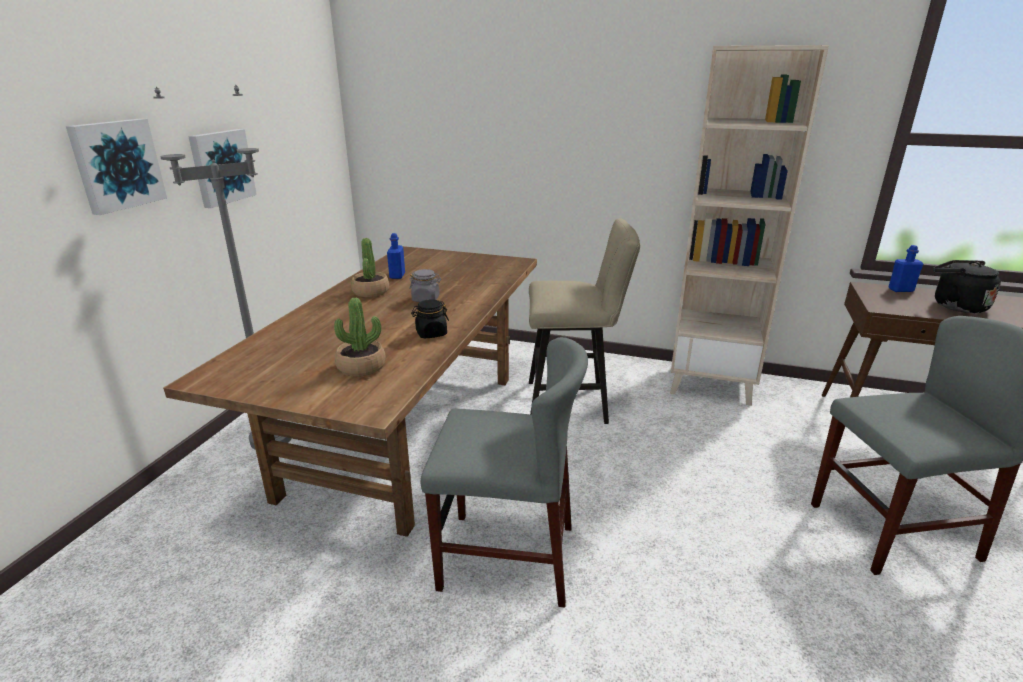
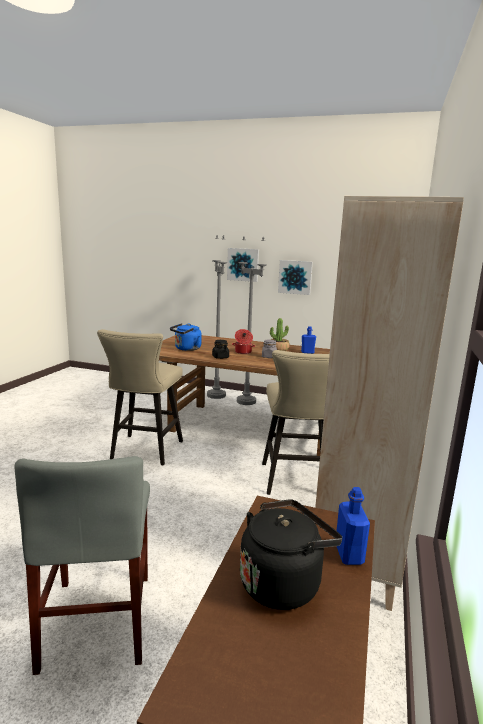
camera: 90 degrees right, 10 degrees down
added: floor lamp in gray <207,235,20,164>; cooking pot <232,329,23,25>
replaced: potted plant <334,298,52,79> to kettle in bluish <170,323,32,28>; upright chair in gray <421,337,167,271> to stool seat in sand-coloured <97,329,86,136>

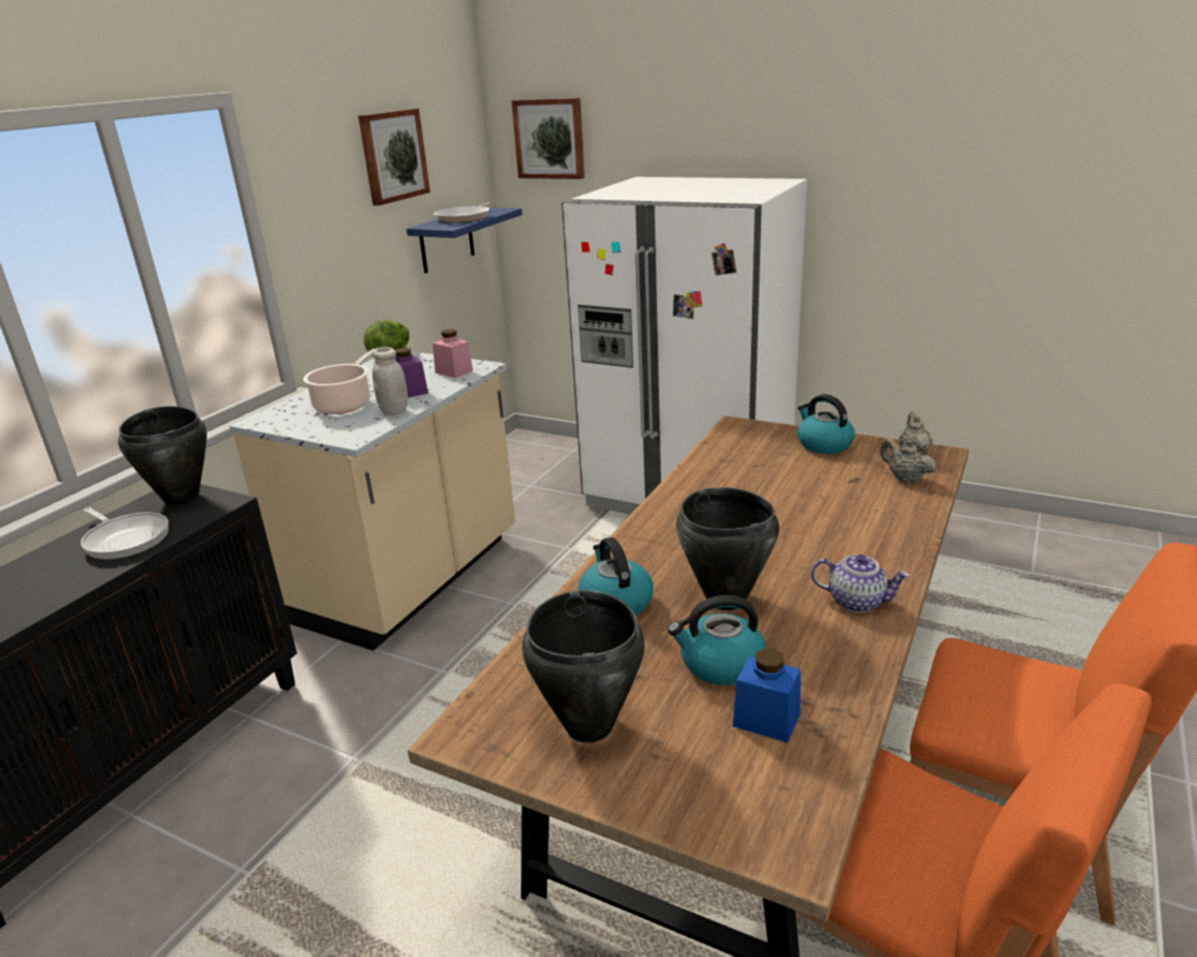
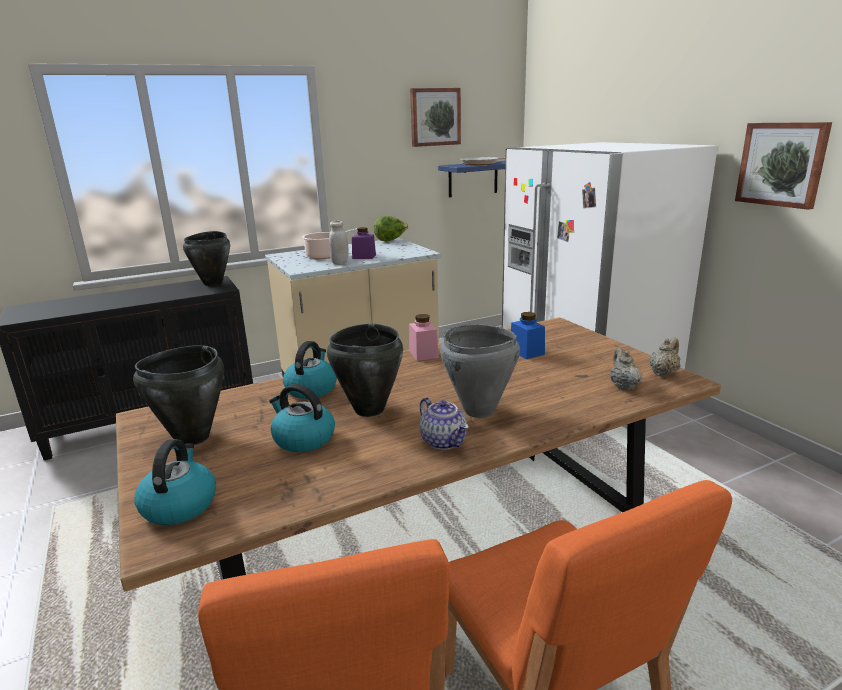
camera: 35 degrees right, 5 degrees down
removed: frying pan <81,508,88,52>
added: cooking pot in gray <440,324,80,94>
moved: wall picture <512,98,73,81> to <735,122,97,88>; storage jar in pink-coloured <433,329,40,49> to <409,314,30,47>; kettle <798,394,57,60> to <134,439,82,86>; storage jar in bluish <733,649,68,94> to <511,312,34,47>

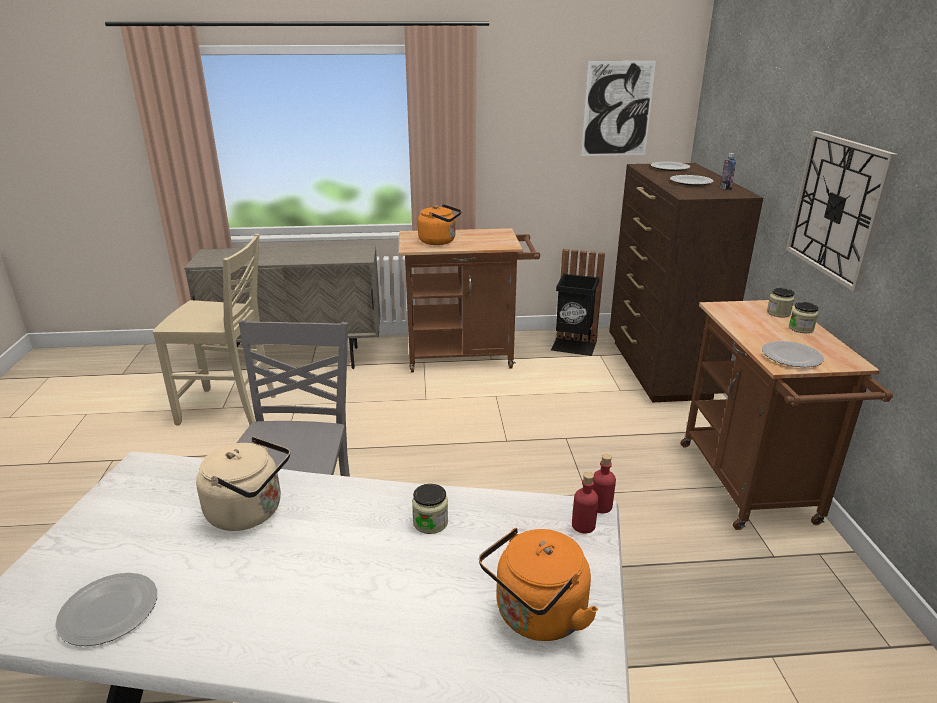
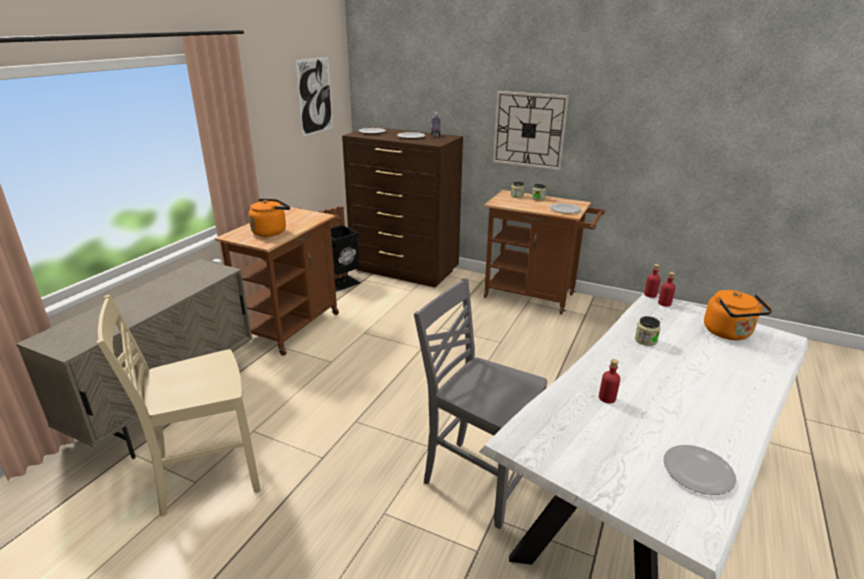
camera: 60 degrees left, 0 degrees up
replaced: kettle in sand-coloured <196,437,94,94> to drink bottle in red <599,359,21,44>
turned: upright chair in sand-coloured <153,234,123,191> = <97,295,164,222> 150 degrees counterclockwise

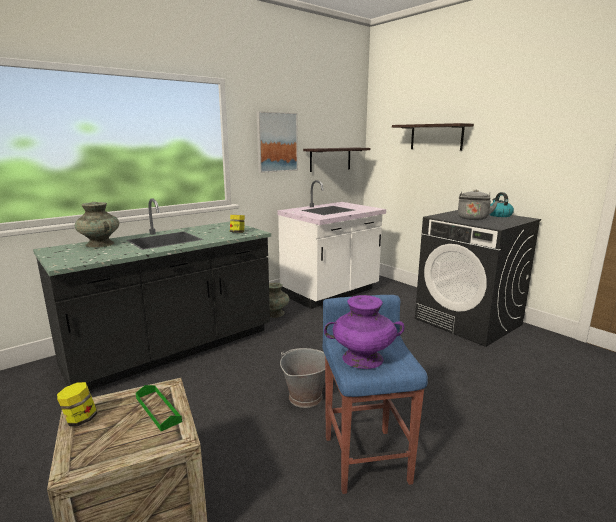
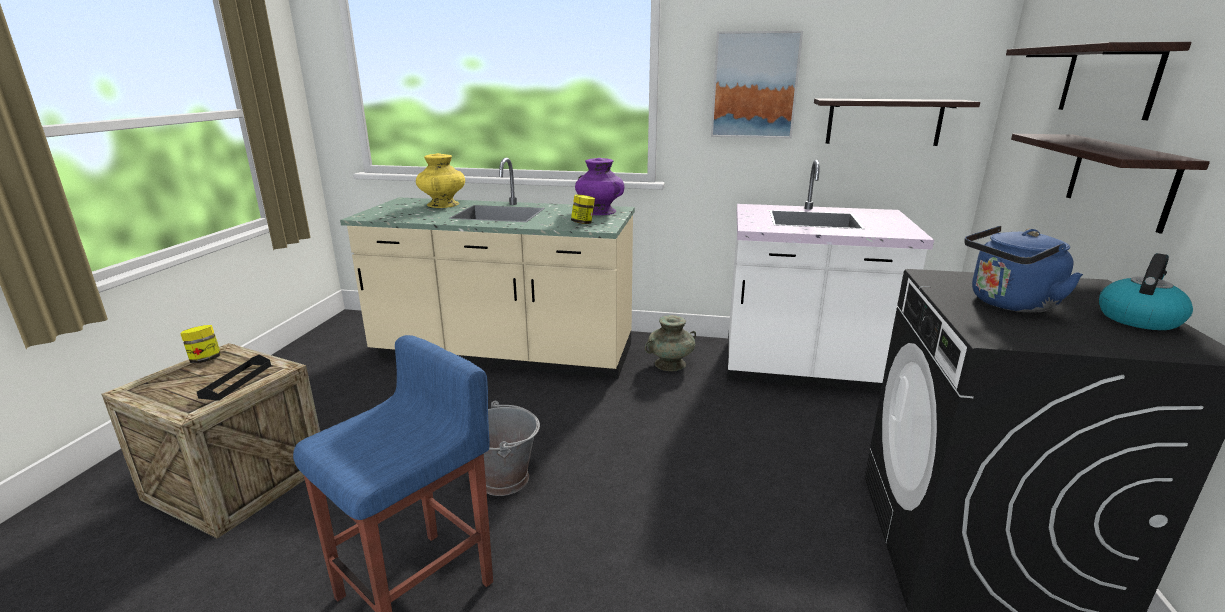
camera: 50 degrees right, 5 degrees up
added: wall shelf <1011,134,199,99>
moved: flower vase in purplish <324,295,80,74> to <575,158,49,57>
recoloured: kettle in gray <458,190,40,30> to kettle in bluish <964,226,119,87>; kitchen counter in black <33,198,238,192> to kitchen counter in sand-coloured <340,158,295,221>; flower vase in turquoise <75,202,44,46> to flower vase in yellowish <416,153,49,55>; carrying tray in green-coloured <136,385,46,46> to carrying tray in black <197,355,74,46>

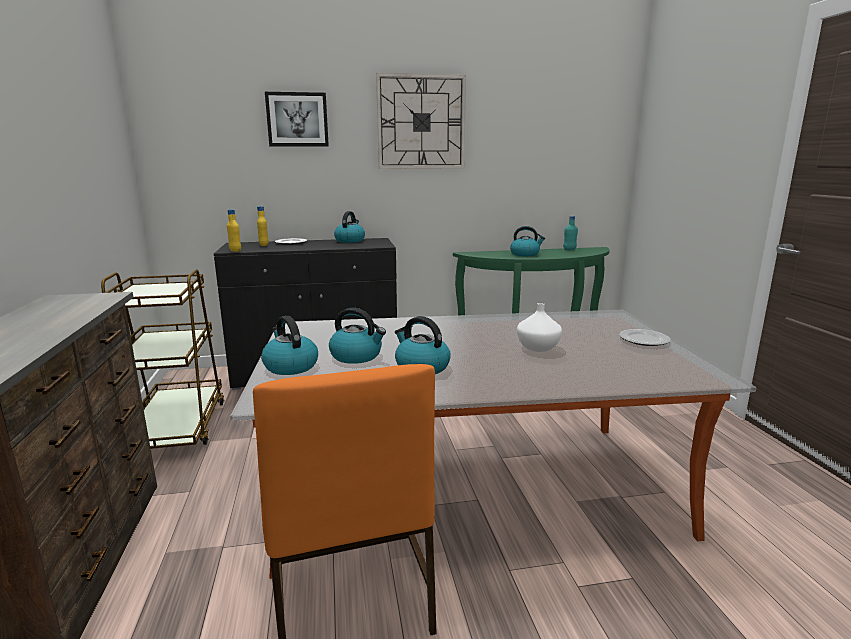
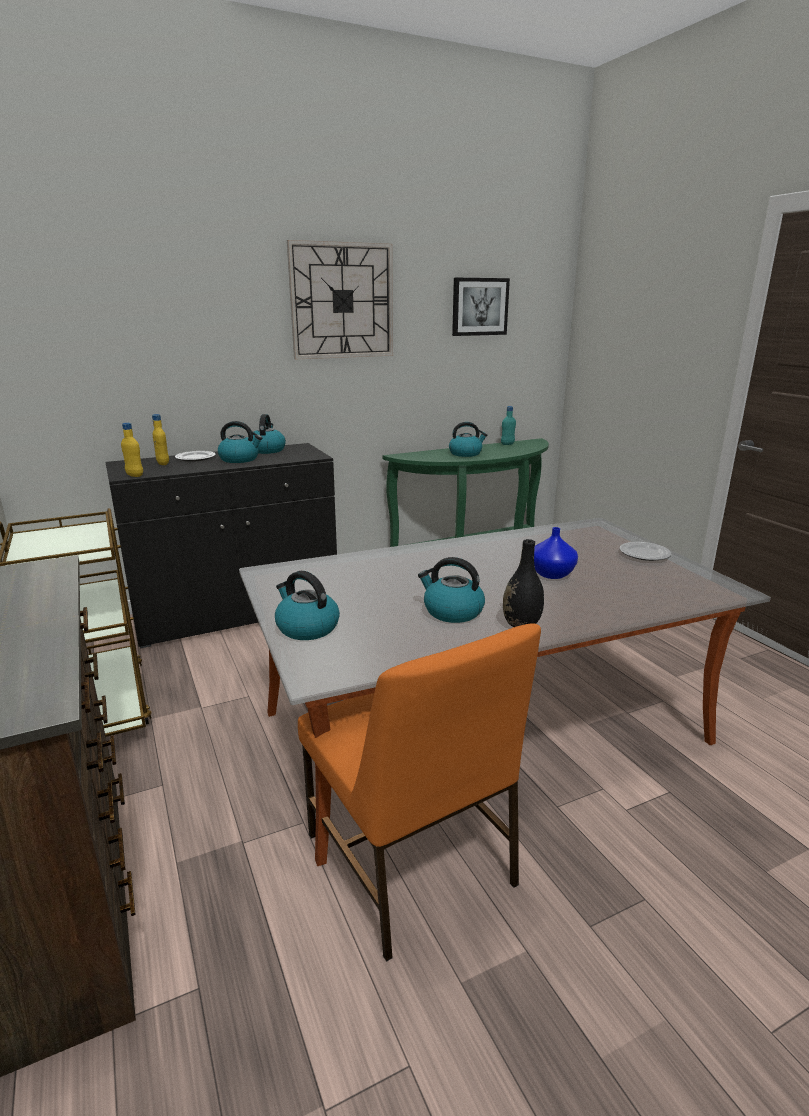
camera: 15 degrees left, 5 degrees up
added: flower vase in black <503,539,41,88>
moved: wall picture <265,92,64,55> to <452,278,58,58>; kettle <329,308,57,56> to <218,421,44,42>
recoloured: flower vase in whitish <517,303,45,49> to flower vase in bluish <534,527,44,52>

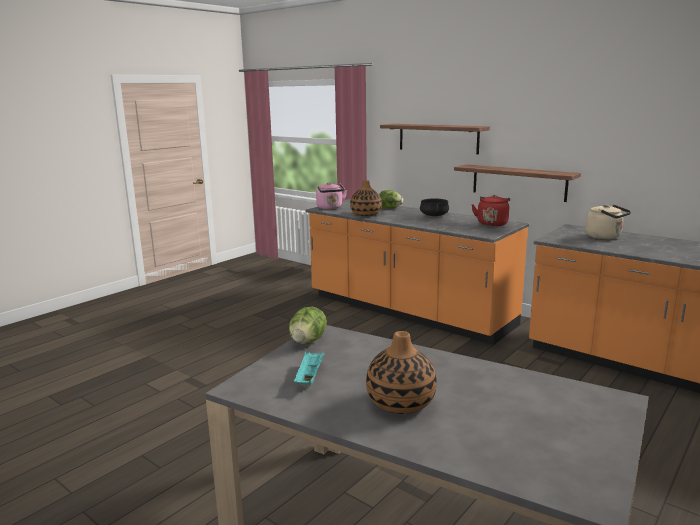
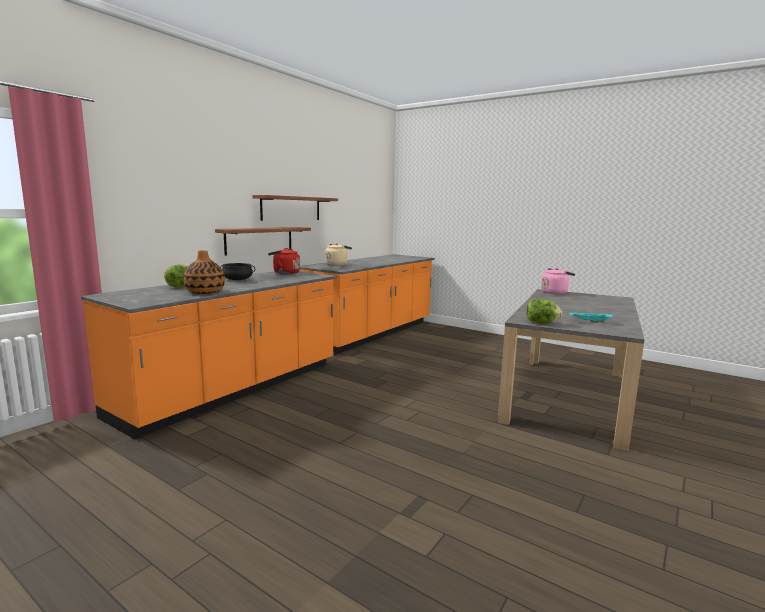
camera: 95 degrees left, 5 degrees down
removed: flower vase <366,331,71,83>
moved: wall shelf <380,124,110,30> to <253,195,85,26>; kettle in pink-coloured <316,182,31,27> to <541,268,34,26>

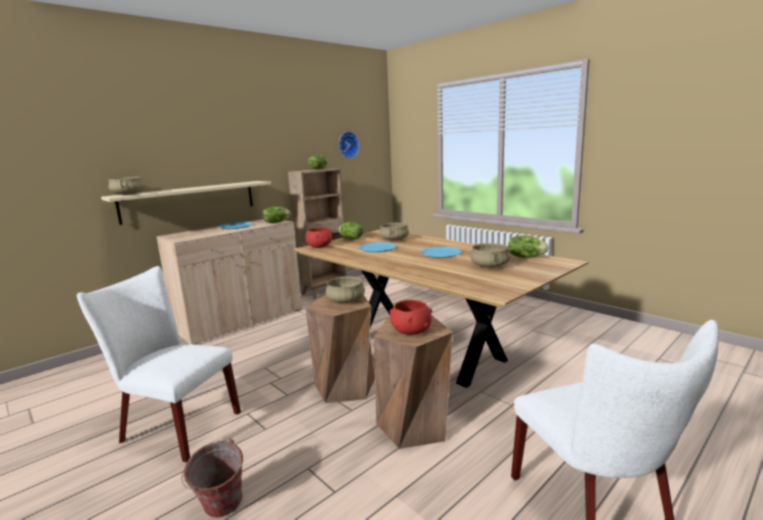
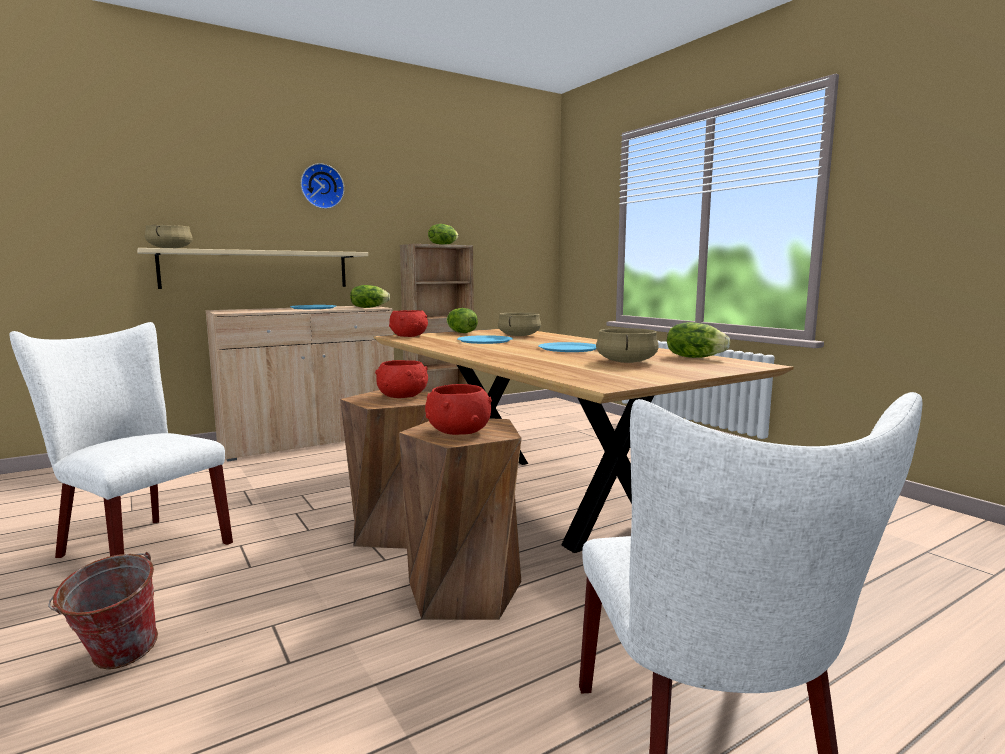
camera: 10 degrees right, 5 degrees down
moved: wall clock <339,132,20,27> to <301,163,43,46>
replaced: cooking pot in sand-coloured <326,276,39,27> to bowl in red <375,360,53,38>

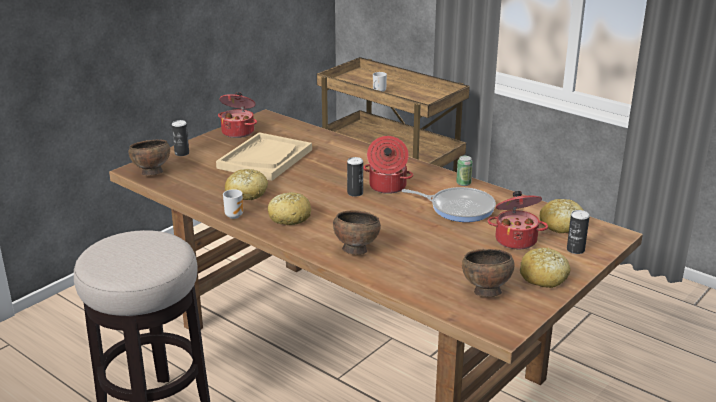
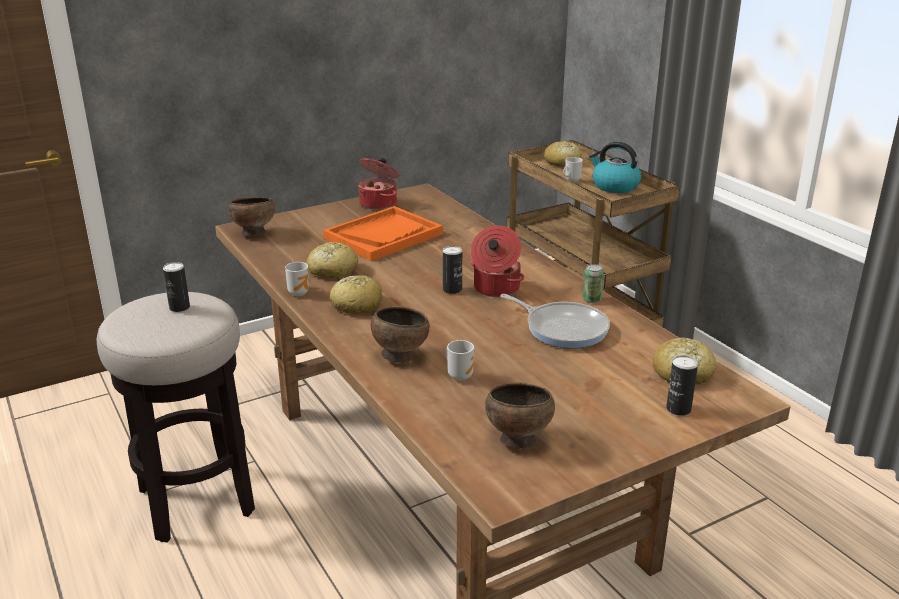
camera: 20 degrees right, 0 degrees up
removed: cooking pot <488,191,60,58>
added: kettle <589,142,52,51>; mug <446,340,28,41>
moved: sealed can <172,120,17,36> to <163,262,27,50>; bread <520,248,51,40> to <544,141,38,26>
recoloured: carrying tray in sand-coloured <216,132,96,49> to carrying tray in orange <323,206,120,55>

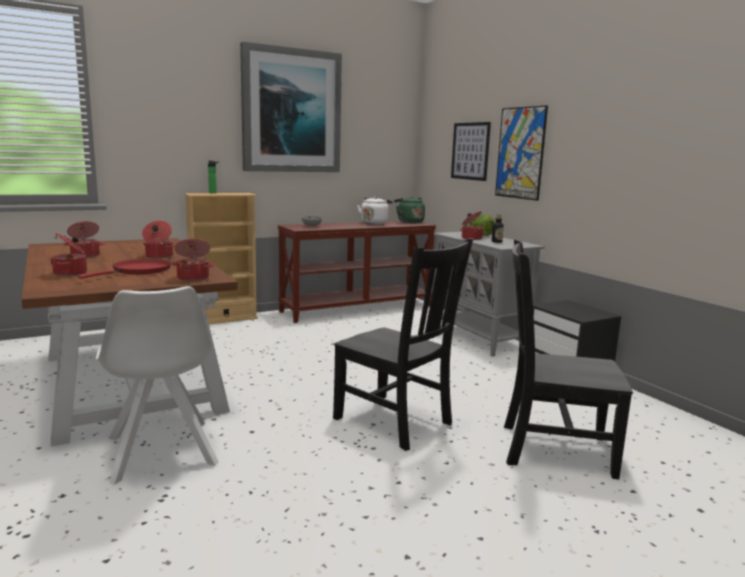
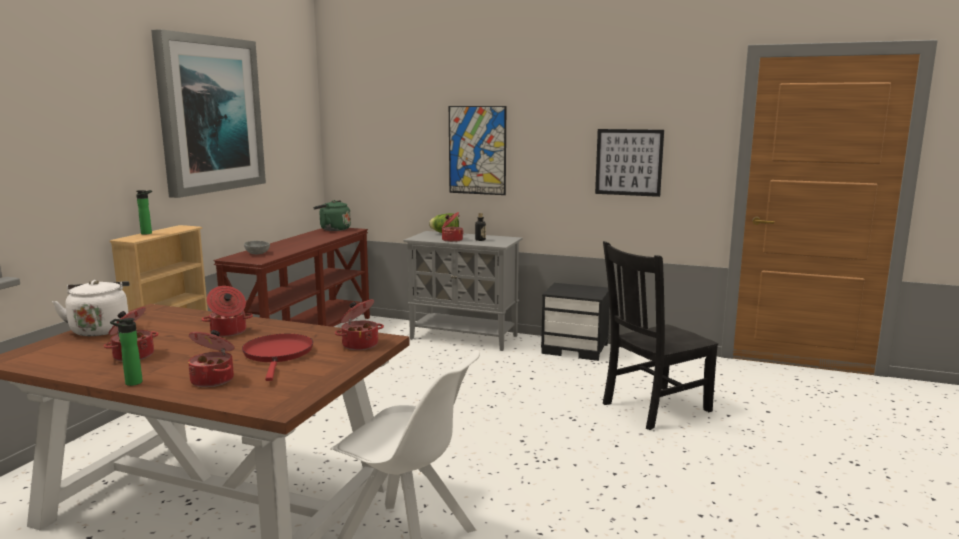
camera: 40 degrees left, 0 degrees up
removed: upright chair in black <333,238,140,213>
added: drink bottle <110,318,33,68>
moved: wall picture <451,122,40,59> to <595,129,69,68>; kettle in whitish <357,196,36,28> to <52,280,77,56>

